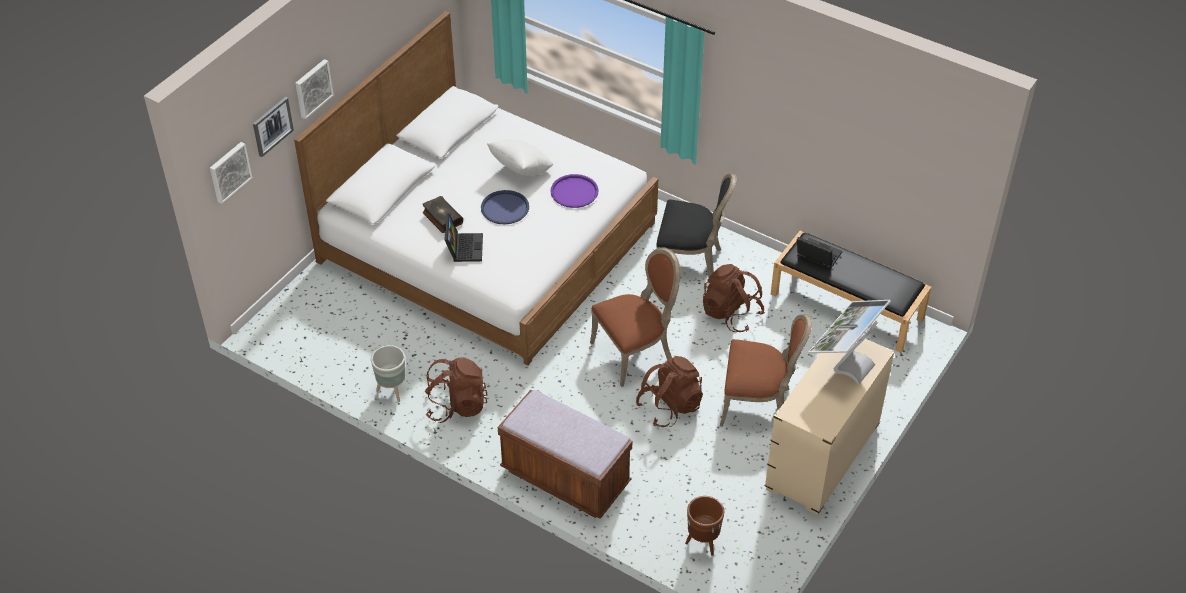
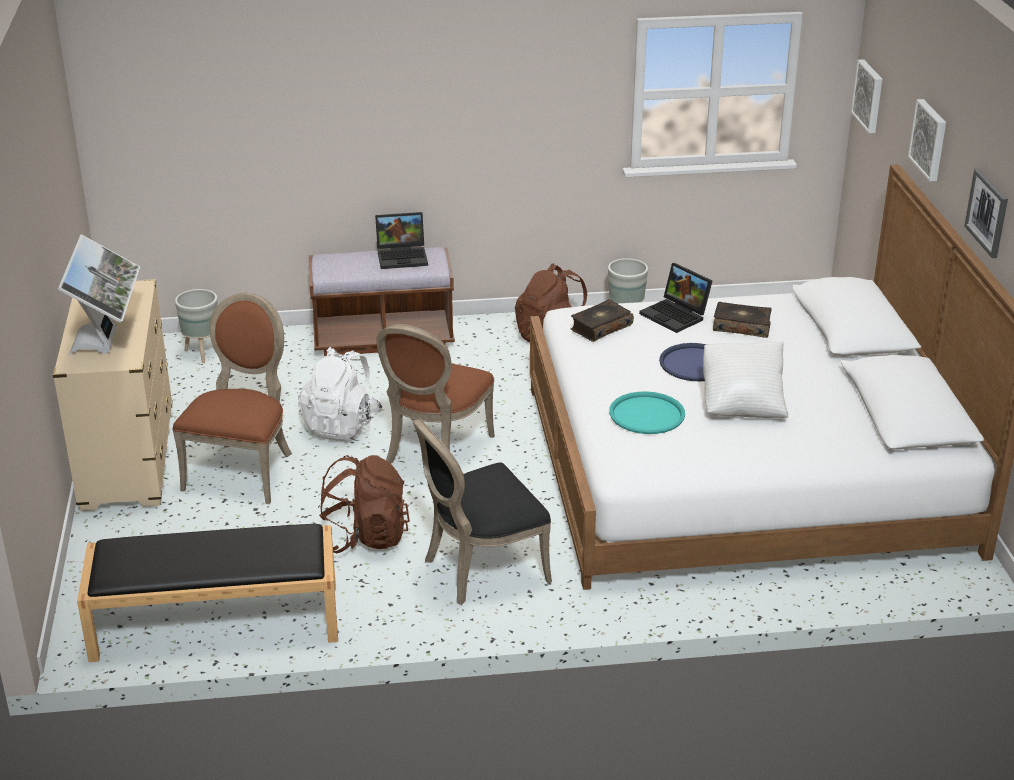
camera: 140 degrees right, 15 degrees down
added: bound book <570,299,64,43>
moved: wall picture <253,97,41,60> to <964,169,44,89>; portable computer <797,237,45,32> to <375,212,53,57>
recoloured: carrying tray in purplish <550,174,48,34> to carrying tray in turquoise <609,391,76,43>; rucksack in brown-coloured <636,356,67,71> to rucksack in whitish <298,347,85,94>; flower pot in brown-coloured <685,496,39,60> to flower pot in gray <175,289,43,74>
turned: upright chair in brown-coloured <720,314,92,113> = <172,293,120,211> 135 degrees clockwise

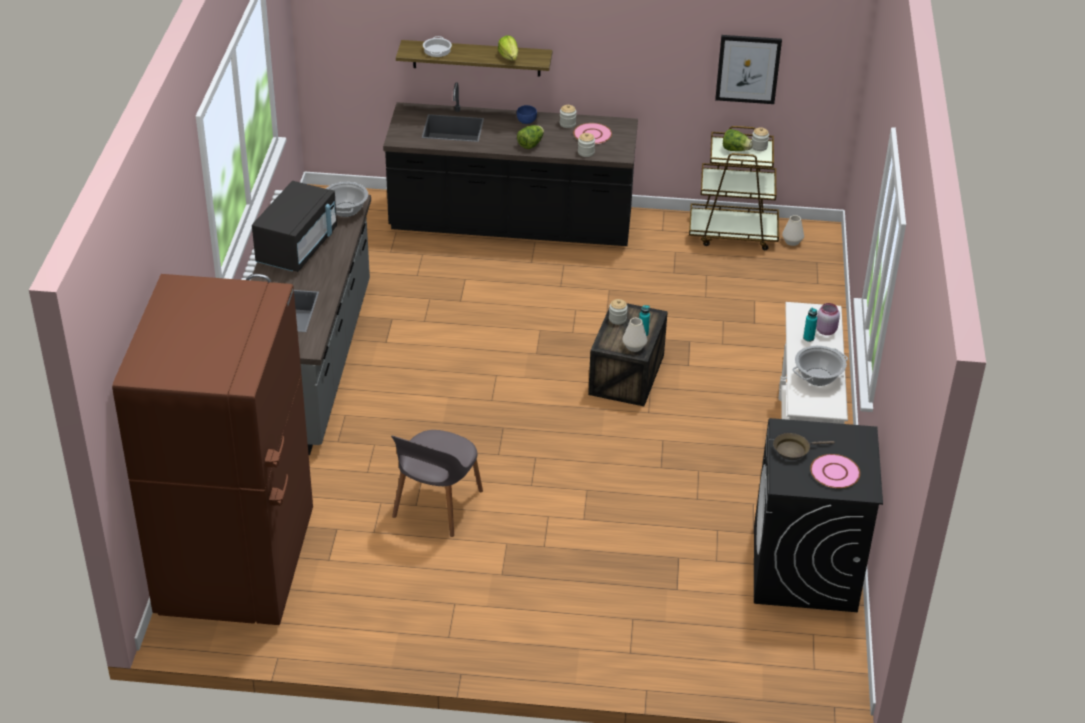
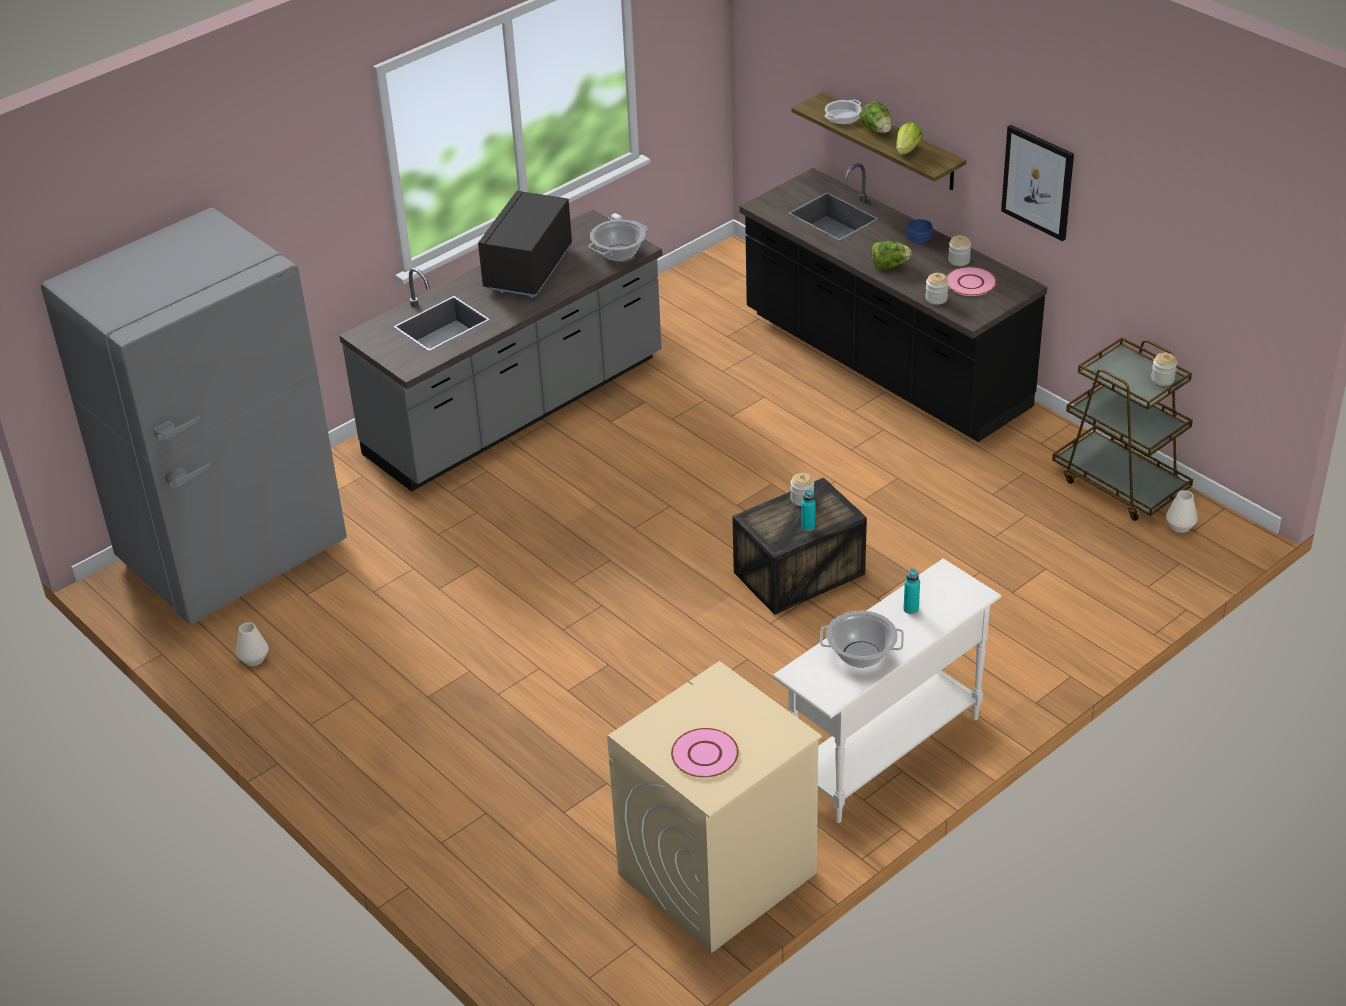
camera: 45 degrees right, 0 degrees up
removed: storage jar in pink-coloured <816,303,24,32>; upright chair in gray <391,430,92,107>; frying pan in brown-coloured <773,433,62,27>
moved: wall picture <715,35,67,69> to <1001,125,73,116>; head of lettuce <723,129,30,22> to <861,101,31,32>; flower vase in whitish <623,318,24,34> to <236,622,33,44>
recoloured: fridge in brown-coloured <112,274,201,351> to fridge in gray <41,208,306,417>; washing machine in black <754,418,129,194> to washing machine in sand-coloured <607,661,215,292>
turned: microwave in black <252,181,85,91> = <478,191,94,107> 135 degrees clockwise

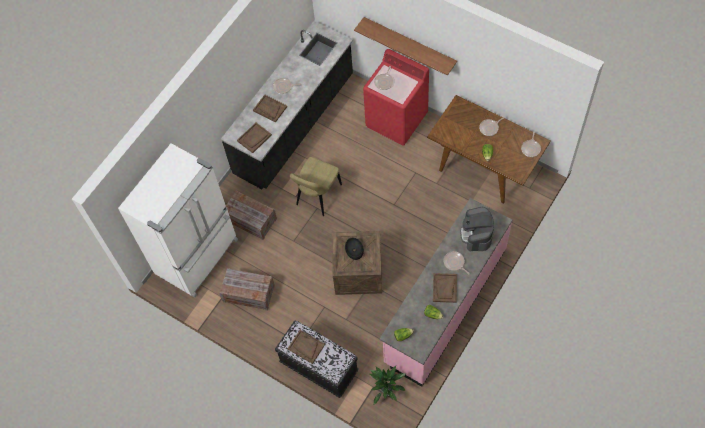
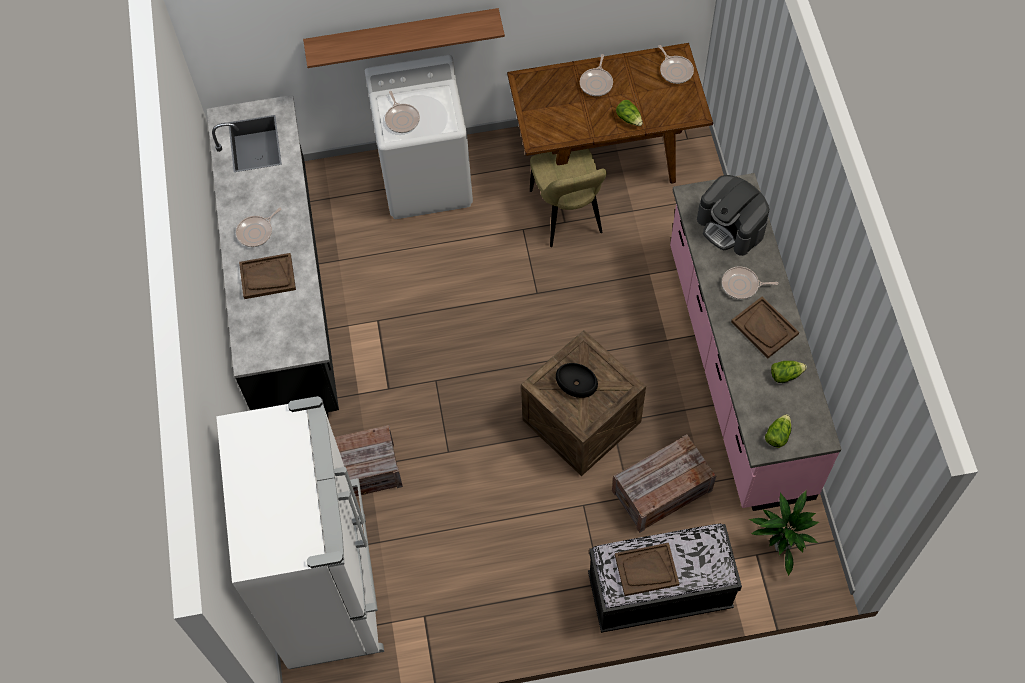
camera: 45 degrees left, 0 degrees up
removed: carrying tray in brown-coloured <237,123,35,30>
moved: upright chair in sand-coloured <290,157,52,59> to <530,149,77,98>; packing crate <219,268,56,43> to <612,434,104,99>
recoloured: washing machine in red <363,49,66,97> to washing machine in whitish <364,55,109,164>

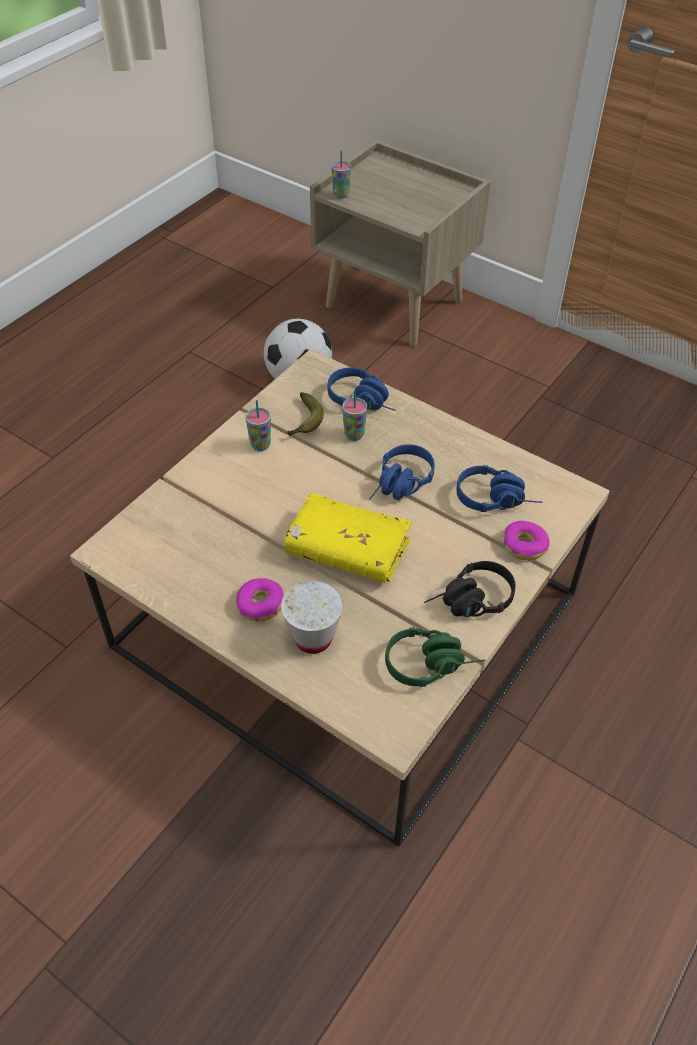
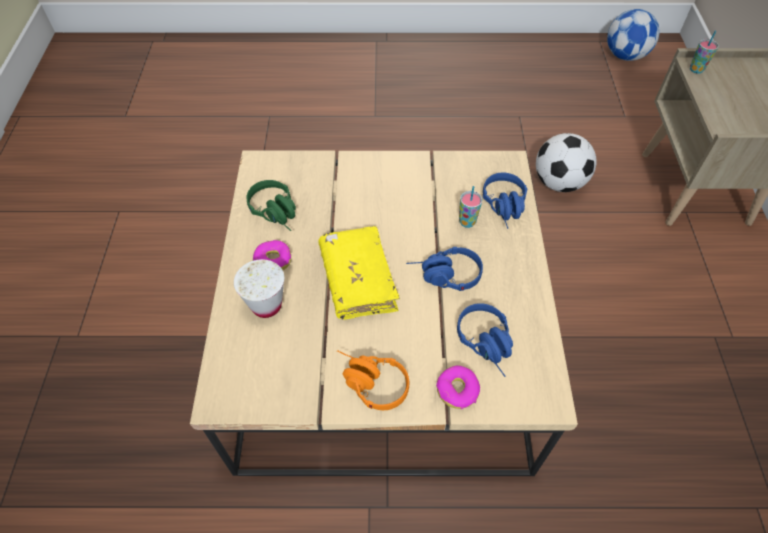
camera: 55 degrees right, 5 degrees up
removed: banana <287,392,37,44>; drinking cup <245,400,26,51>
added: football <607,9,53,52>
moved: pair of headphones in green-coloured <385,627,101,60> to <246,180,50,51>
recoloured: pair of headphones in black <424,561,92,56> to pair of headphones in orange <337,350,72,60>

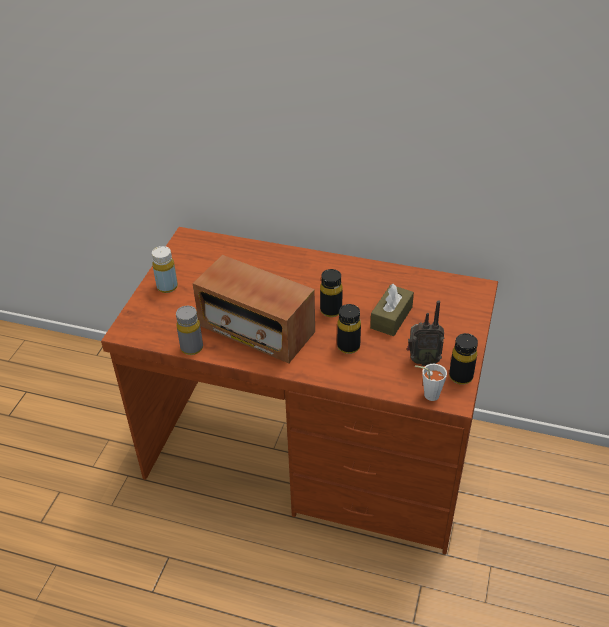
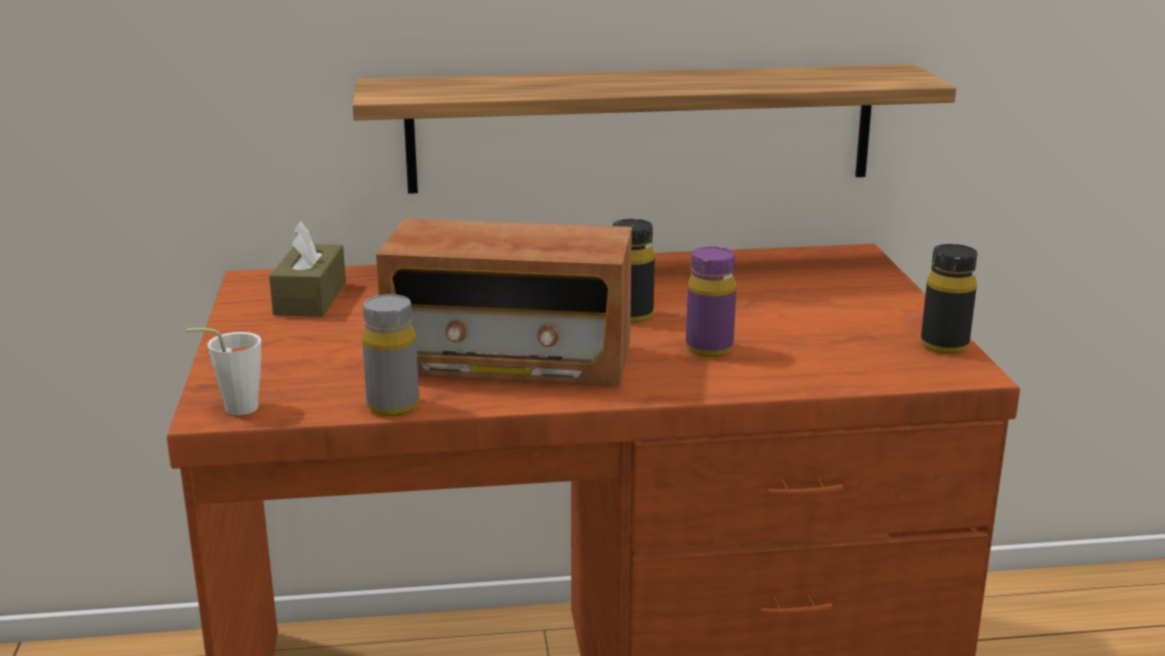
camera: 25 degrees left, 20 degrees down
removed: drink bottle in yellowish <152,246,26,47>; radio set <407,300,37,66>
added: wall shelf <353,64,603,130>
moved: tissue box in brown-coloured <370,284,44,52> to <269,221,77,96>; drinking cup in whitish <415,364,32,37> to <187,328,74,87>
recoloured: drink bottle in black <337,304,24,50> to drink bottle in purplish <686,246,50,111>

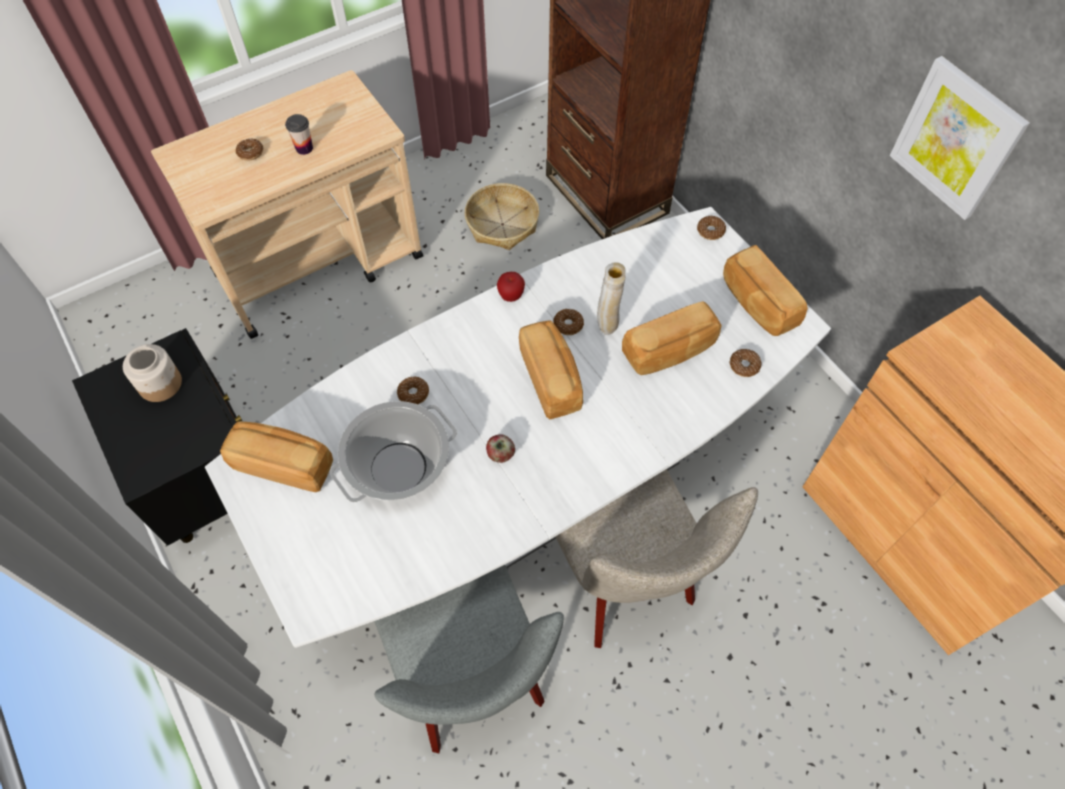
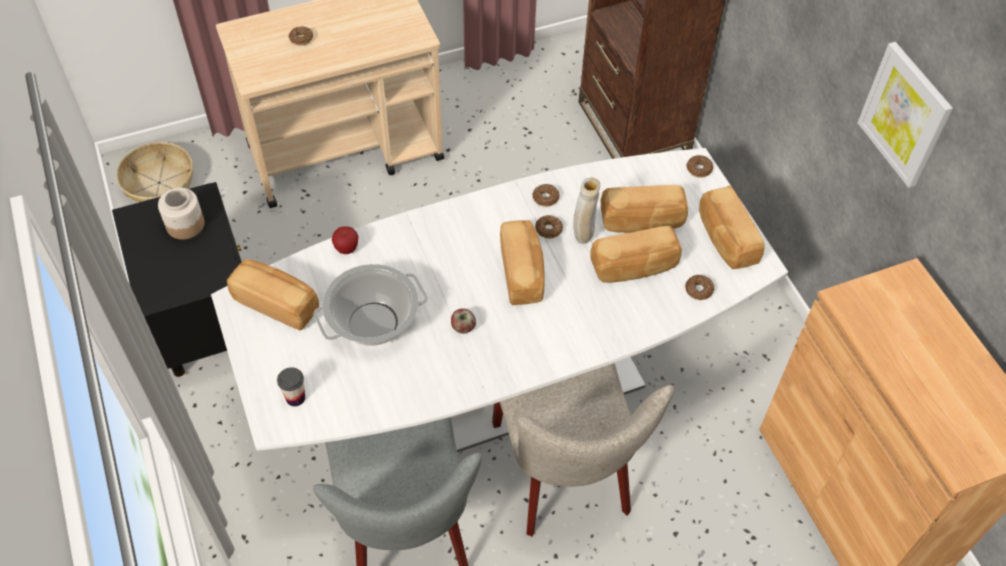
camera: 10 degrees right, 5 degrees down
added: bread <601,185,87,48>
moved: drinking cup <285,114,28,41> to <277,368,28,38>; storage basket <465,183,74,67> to <116,142,77,60>; apple <497,272,28,30> to <332,226,26,28>; donut <397,377,32,28> to <532,184,28,23>

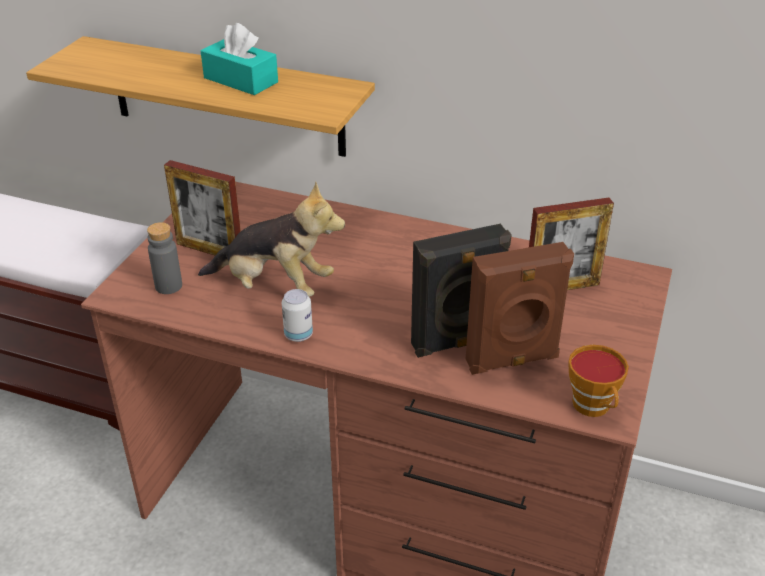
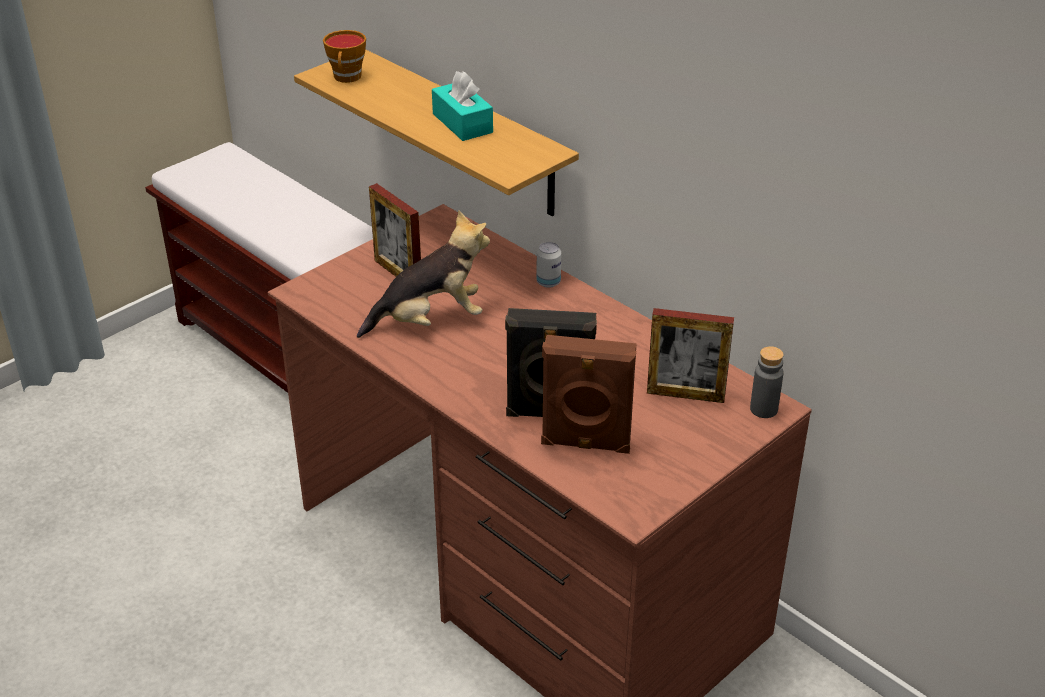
camera: 25 degrees right, 0 degrees up
moved: drink bottle in gray <147,222,35,72> to <750,346,34,72>; sealed can <282,289,31,53> to <536,242,25,46>; drinking cup <568,345,61,72> to <323,30,43,53>
turned: soft toy <198,182,147,115> = <357,210,133,128> 60 degrees counterclockwise

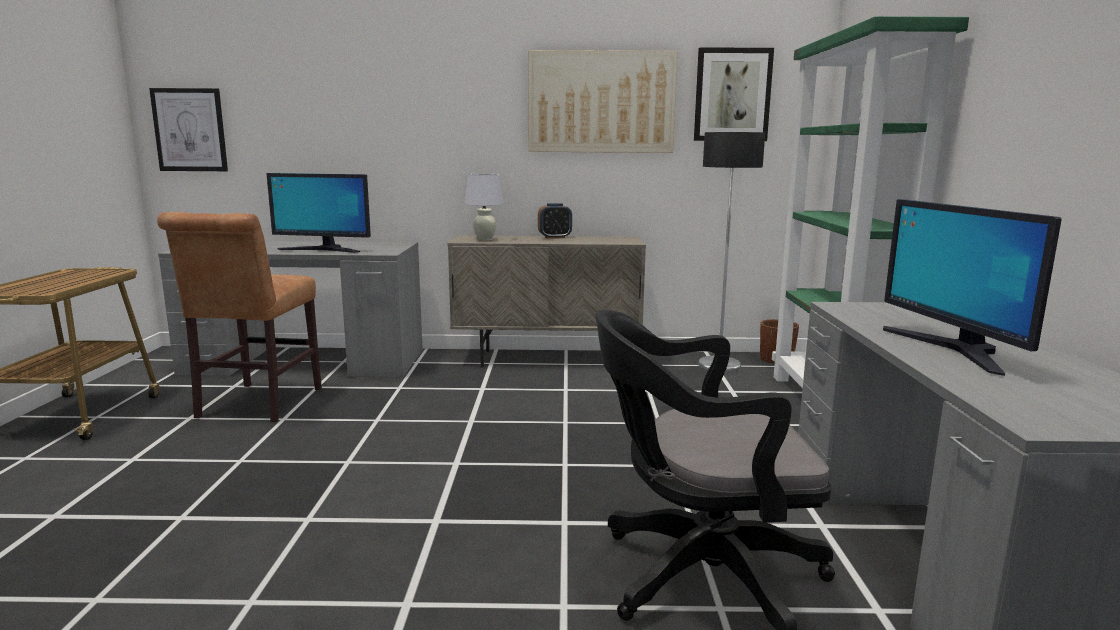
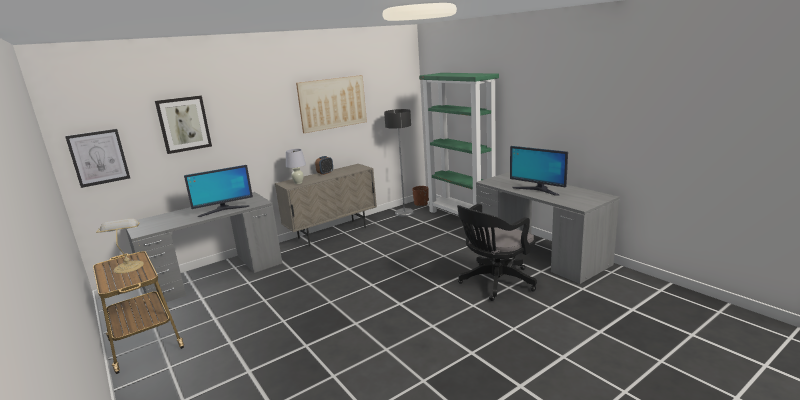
camera: 35 degrees left, 5 degrees up
removed: upright chair in brown-coloured <157,212,165,211>
added: tabletop lamp <96,219,48,55>
moved: wall picture <694,47,80,94> to <155,95,57,59>

